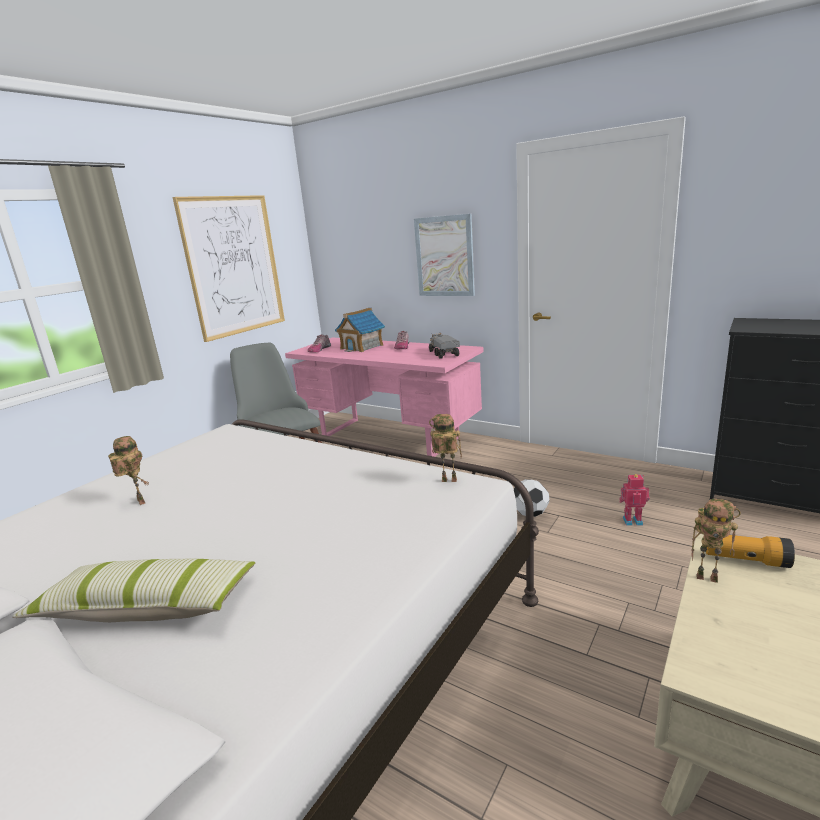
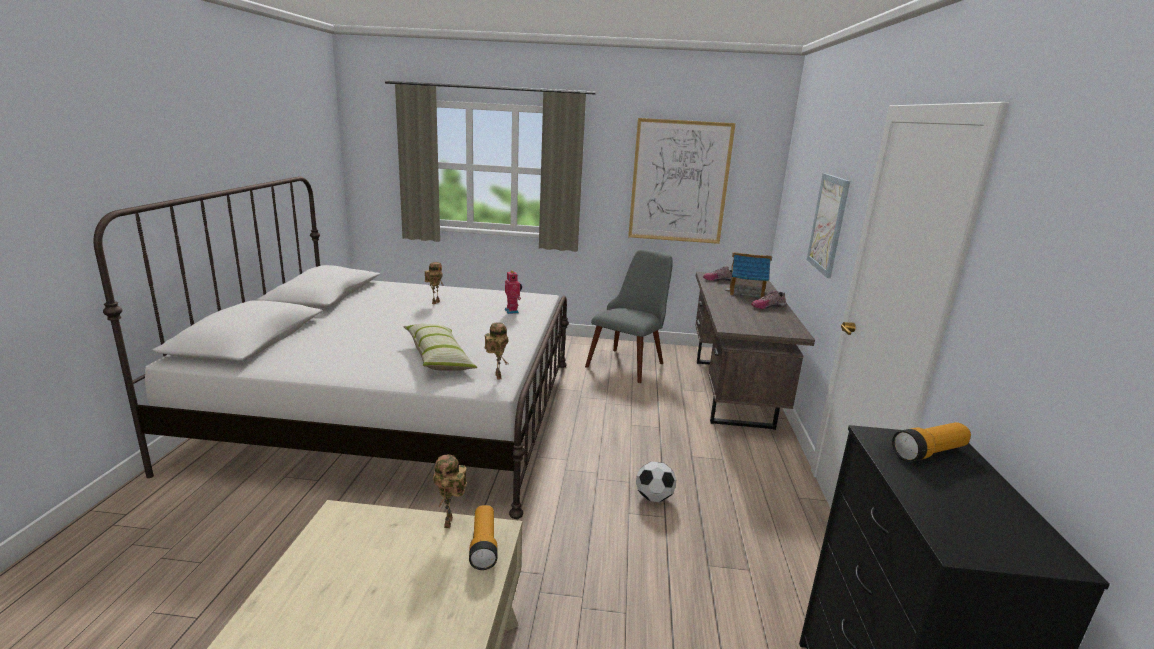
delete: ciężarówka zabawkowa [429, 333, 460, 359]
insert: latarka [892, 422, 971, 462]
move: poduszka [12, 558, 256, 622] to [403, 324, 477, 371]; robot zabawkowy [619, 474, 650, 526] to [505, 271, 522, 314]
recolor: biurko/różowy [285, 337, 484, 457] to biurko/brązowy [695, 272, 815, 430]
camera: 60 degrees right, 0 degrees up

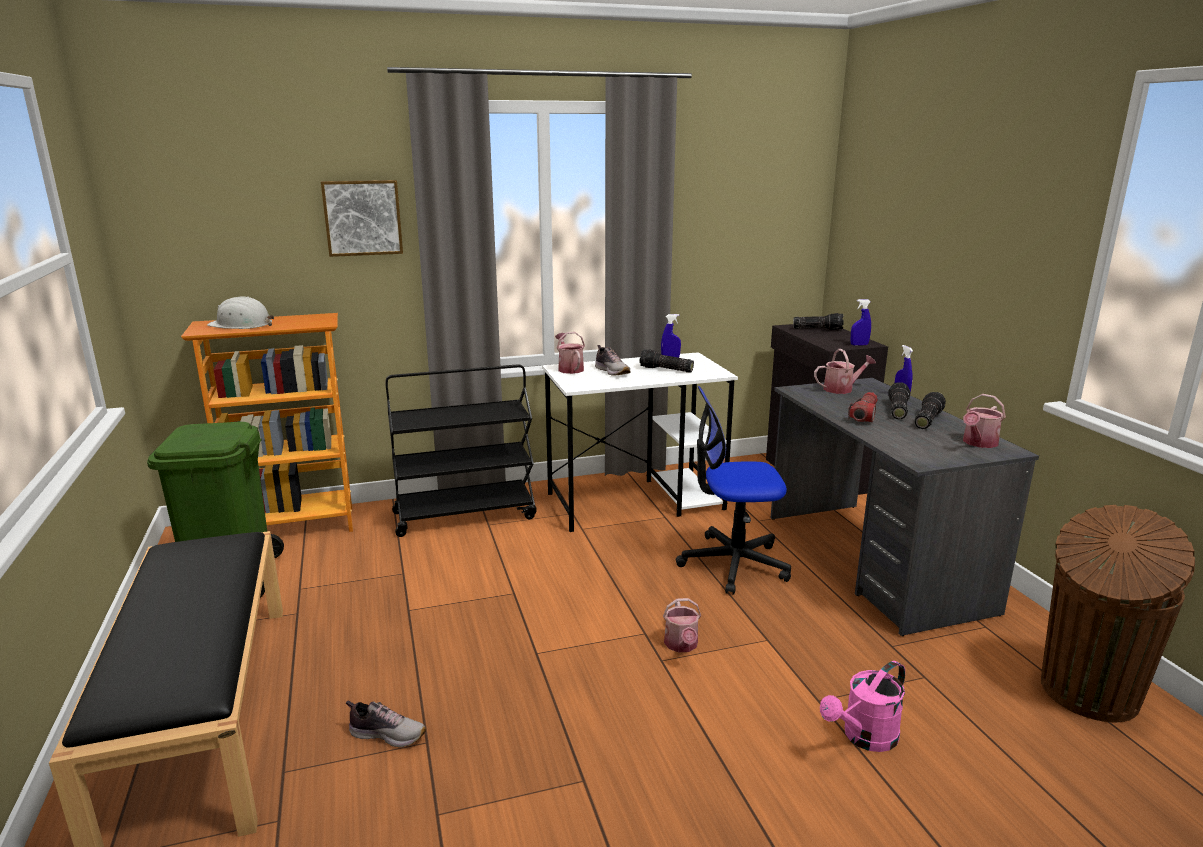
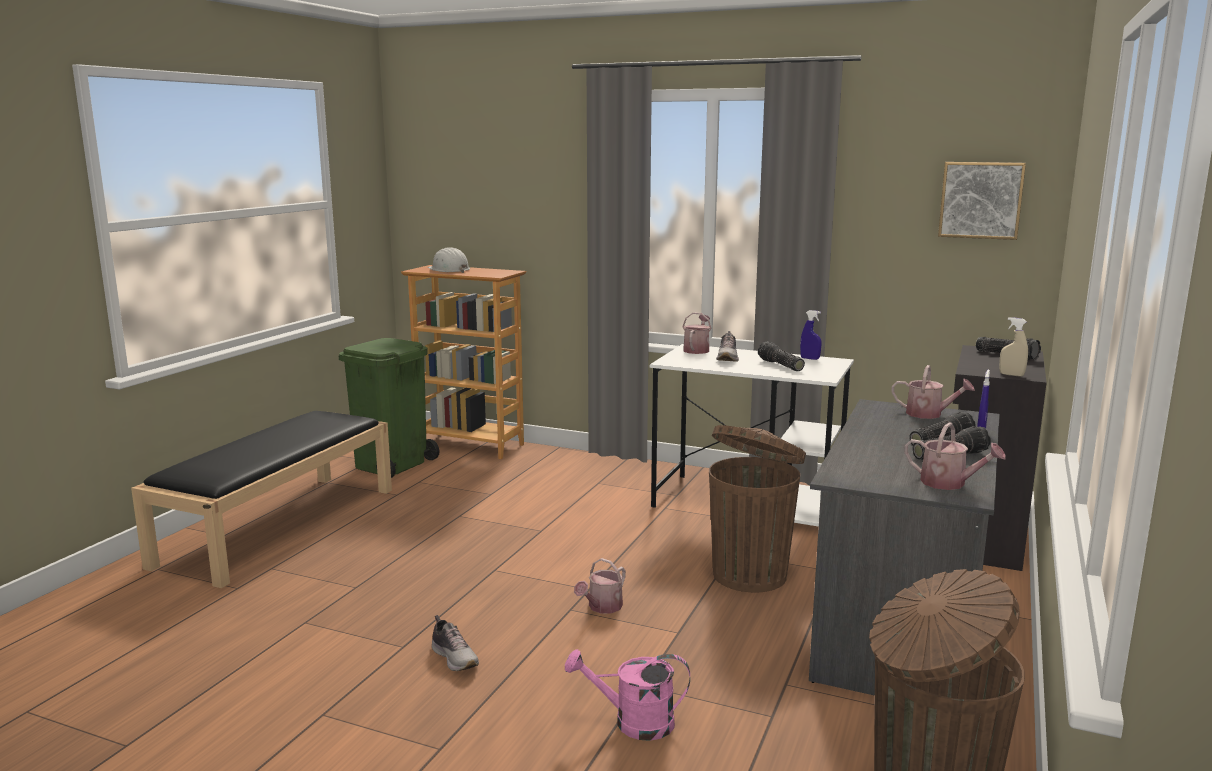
delete: wózek/czarny [385, 364, 537, 537]; latarka [848, 392, 878, 422]
move: but [346, 700, 426, 748] to [432, 615, 479, 671]; obraz [321, 180, 403, 257] to [938, 162, 1026, 240]
replace: krzesło biurowe [676, 386, 791, 595] to kosz na śmieci/brązowy [709, 425, 806, 593]
recolor: spryskiwacz/niebieski [851, 299, 871, 346] to spryskiwacz/beżowy [999, 317, 1028, 377]
rotate: konewka [963, 394, 1006, 448] = [904, 422, 1006, 490] 135 degrees counterclockwise
camera: 40 degrees right, 5 degrees down

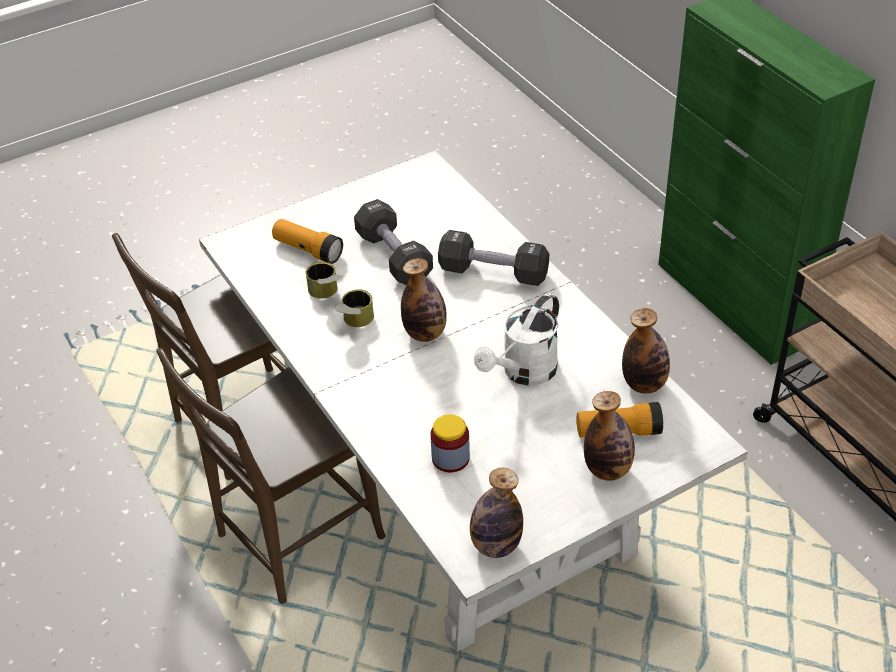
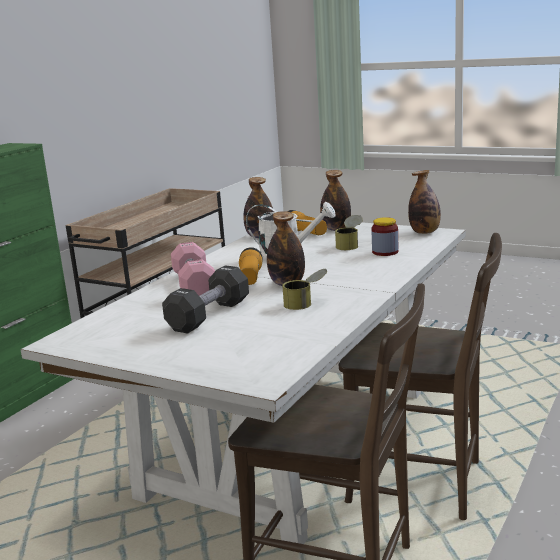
move: latarka [272, 219, 343, 264] to [239, 247, 263, 285]; puszka [306, 262, 343, 299] to [335, 215, 363, 250]
recolor: hantel/czarny [438, 230, 549, 286] to hantel/różowy [171, 242, 215, 296]
camera: 120 degrees left, 25 degrees down

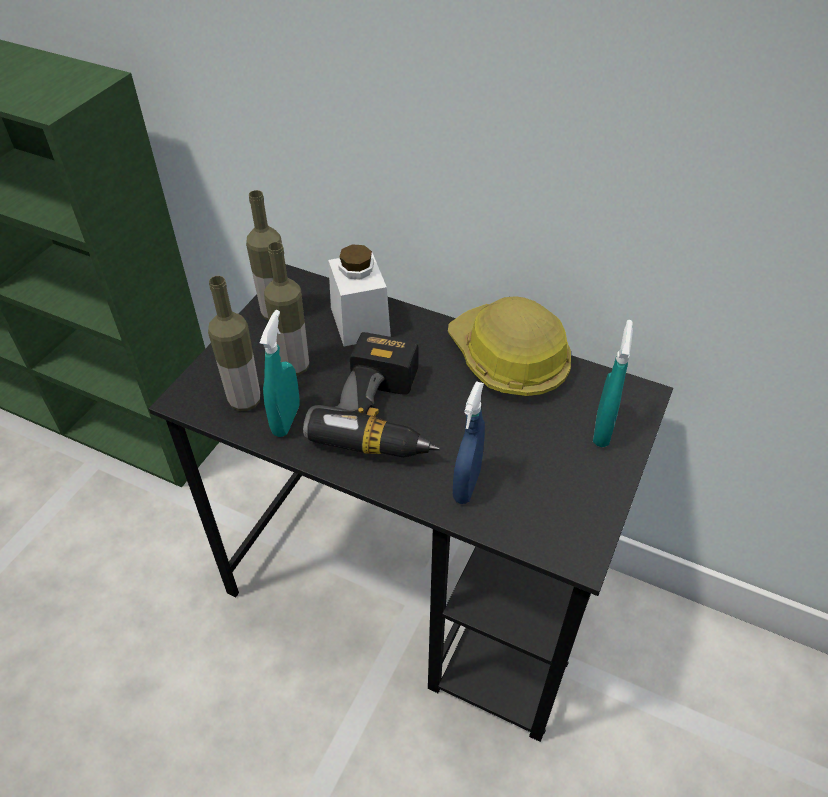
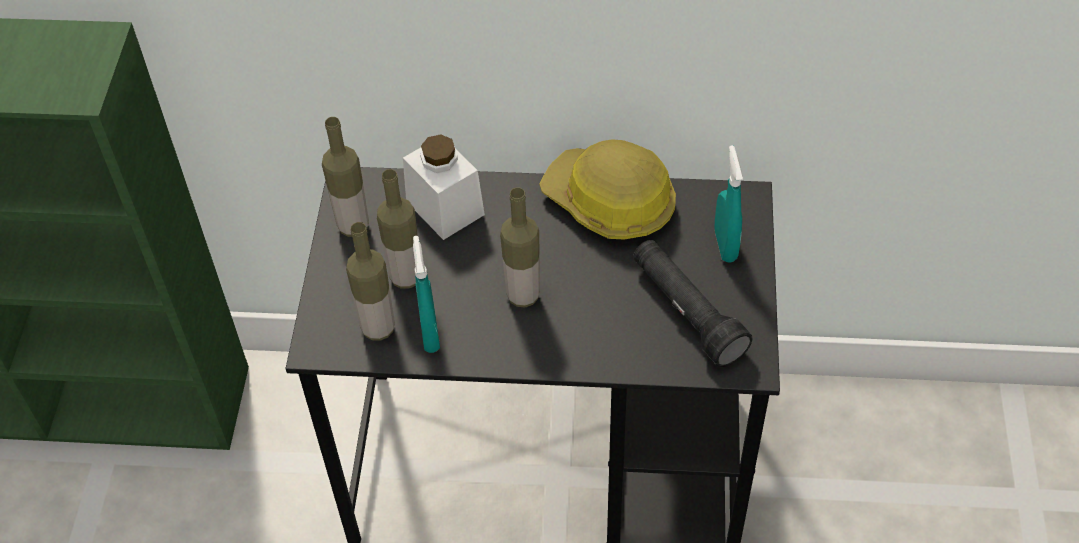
delete: spryskiwacz/niebieski [453, 381, 485, 504]
insert: latarka/czarny [633, 240, 753, 367]
replace: wiertarka [303, 332, 440, 457] to butelka [500, 187, 540, 308]
camera: 20 degrees left, 5 degrees up

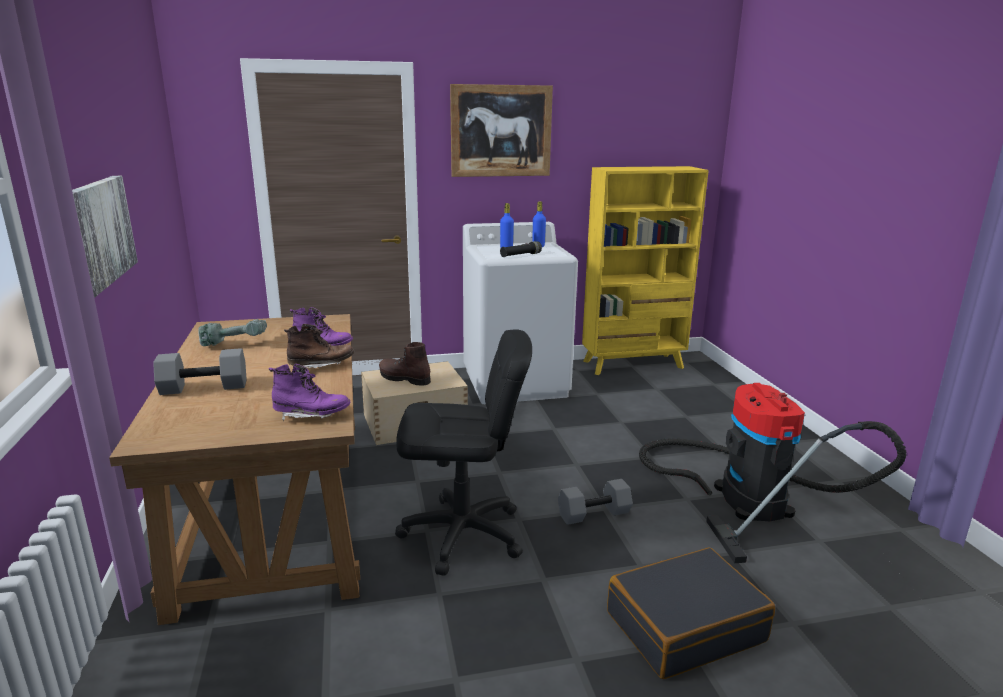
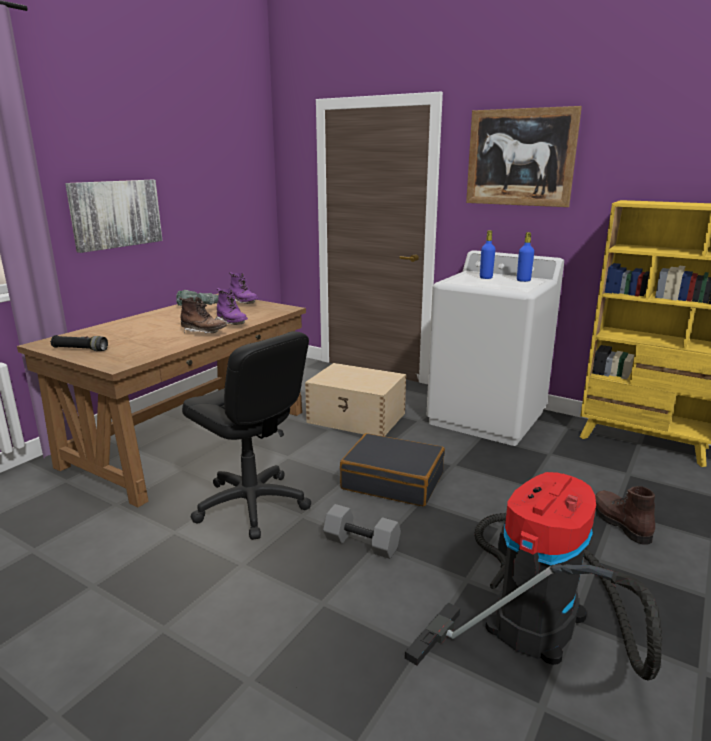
delete: hantel/szary [153, 348, 247, 395]
move: latarka/czarny [500, 241, 542, 257] to [50, 335, 108, 351]; but z cholewką/fioletowy [269, 364, 350, 421] to [229, 272, 258, 304]; walizka/czarny [607, 547, 775, 679] to [340, 433, 445, 506]; but z cholewką/brązowy [379, 342, 431, 386] to [595, 486, 655, 545]
camera: 45 degrees right, 0 degrees up

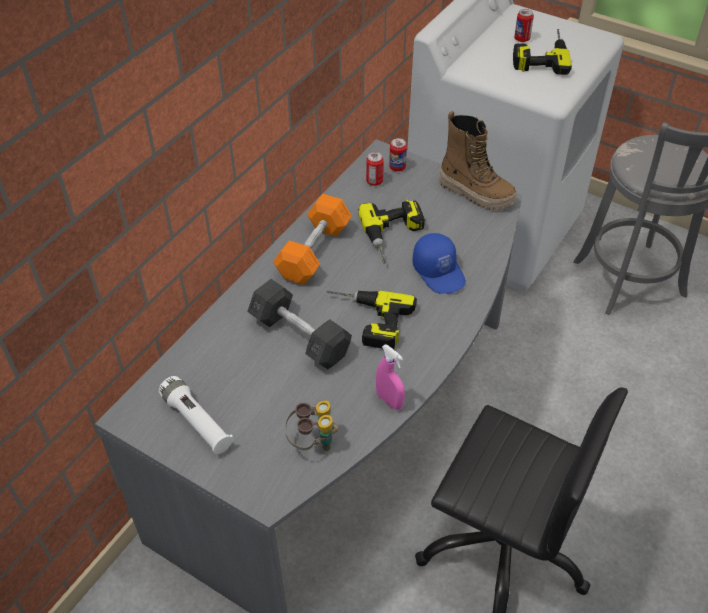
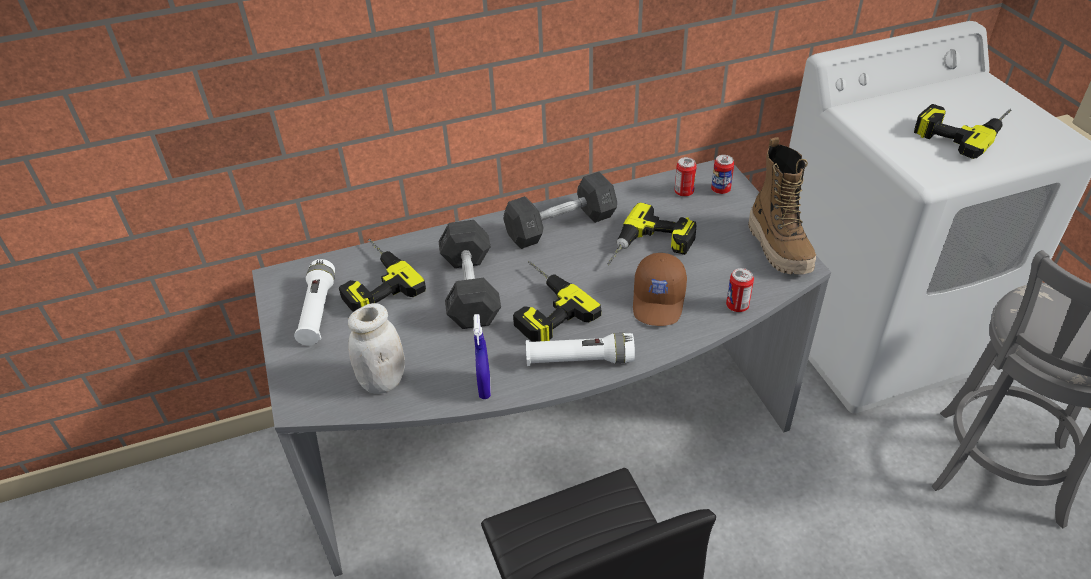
insert: wiertarka [339, 239, 426, 312]; latarka/biały [526, 333, 635, 366]
move: puszka [514, 9, 534, 42] to [726, 268, 754, 312]
replace: lornetka [285, 400, 338, 451] to słoik/biały [348, 303, 405, 394]
recolor: spryskiwacz/różowy [376, 344, 405, 410] to spryskiwacz/niebieski [473, 314, 491, 399]; hantel/pomarańczowy [273, 194, 352, 285] to hantel/szary [503, 172, 617, 249]; czapka z daszkiem/niebieski [413, 233, 466, 294] to czapka z daszkiem/brązowy [633, 253, 687, 326]
camera: 40 degrees right, 5 degrees down

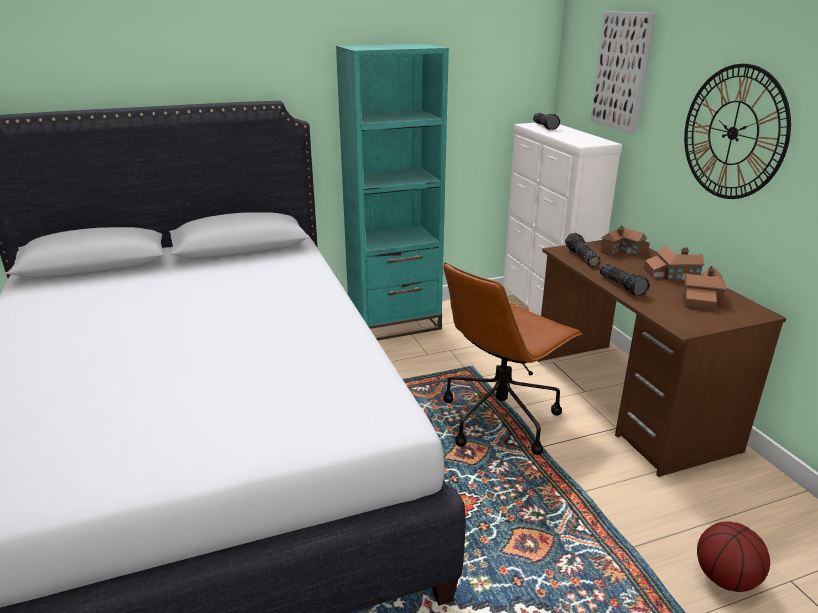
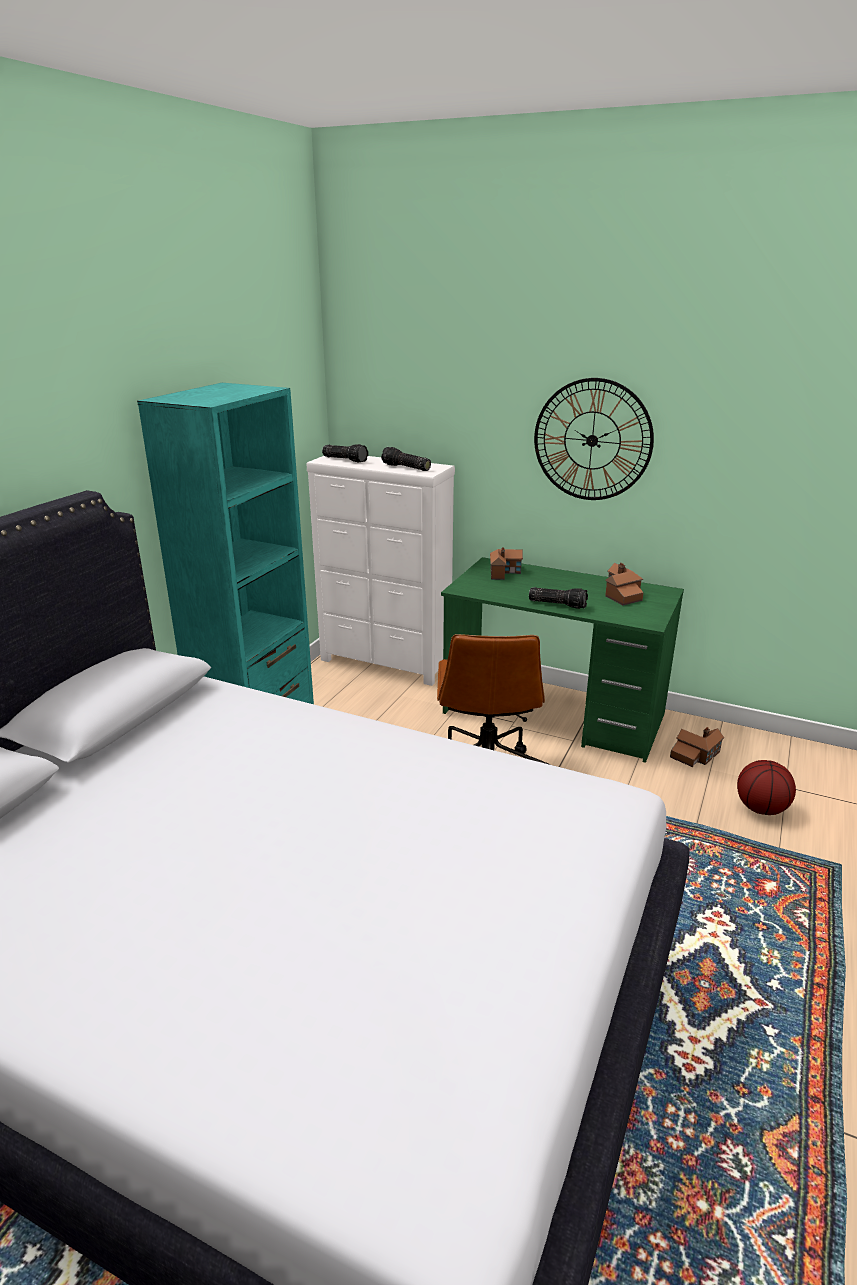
delete: obraz [591, 11, 655, 134]
move: latarka [565, 233, 600, 267] to [381, 447, 431, 471]; domek [644, 245, 705, 281] to [670, 727, 724, 767]
recolor: biurko/brązowy [538, 240, 787, 477] to biurko/zielony [441, 557, 684, 763]
camera: 45 degrees left, 0 degrees up

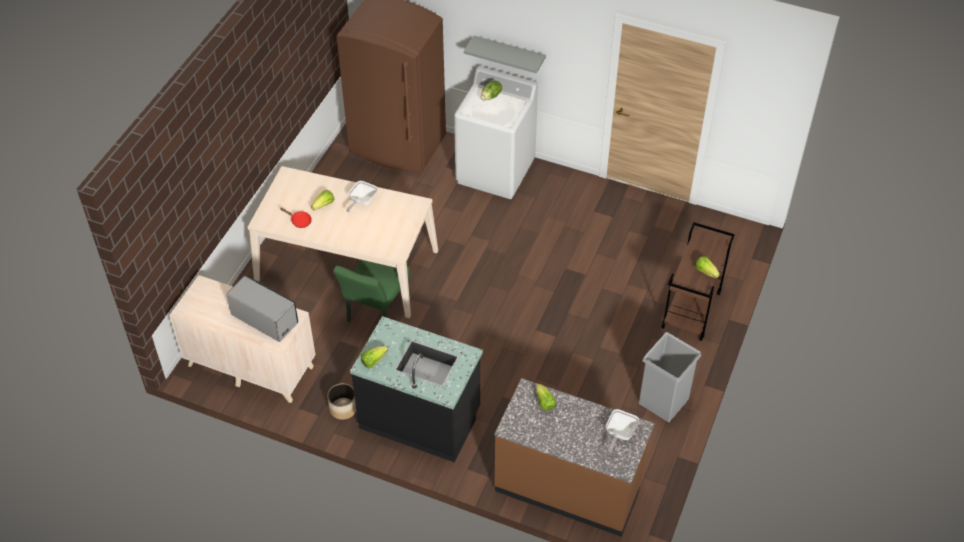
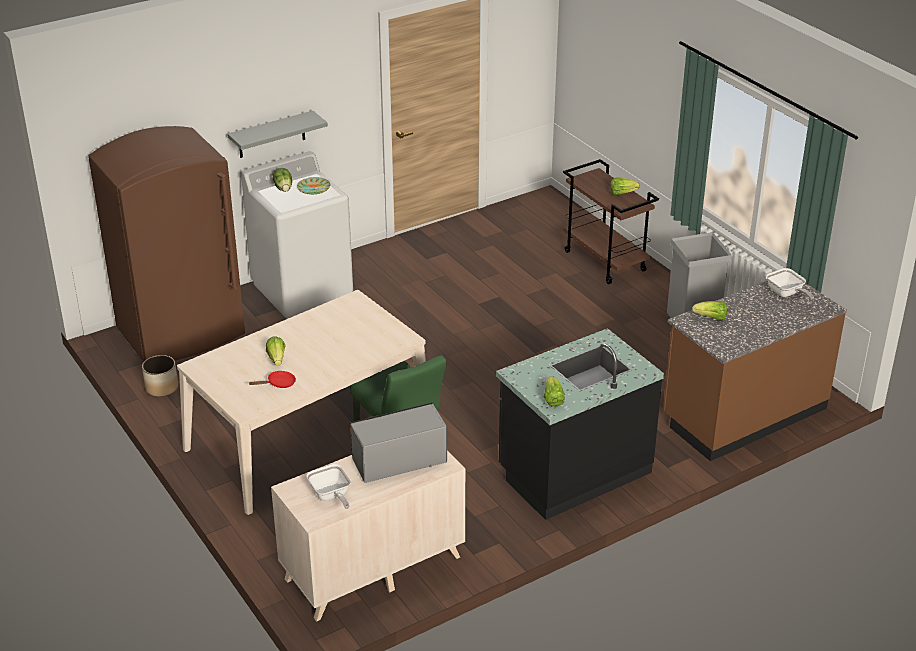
insert: talerz [297, 177, 330, 194]
move: donica [327, 384, 356, 420] to [142, 355, 178, 397]; patelnia [346, 181, 378, 212] to [306, 464, 351, 509]
camera: 55 degrees left, 15 degrees down

